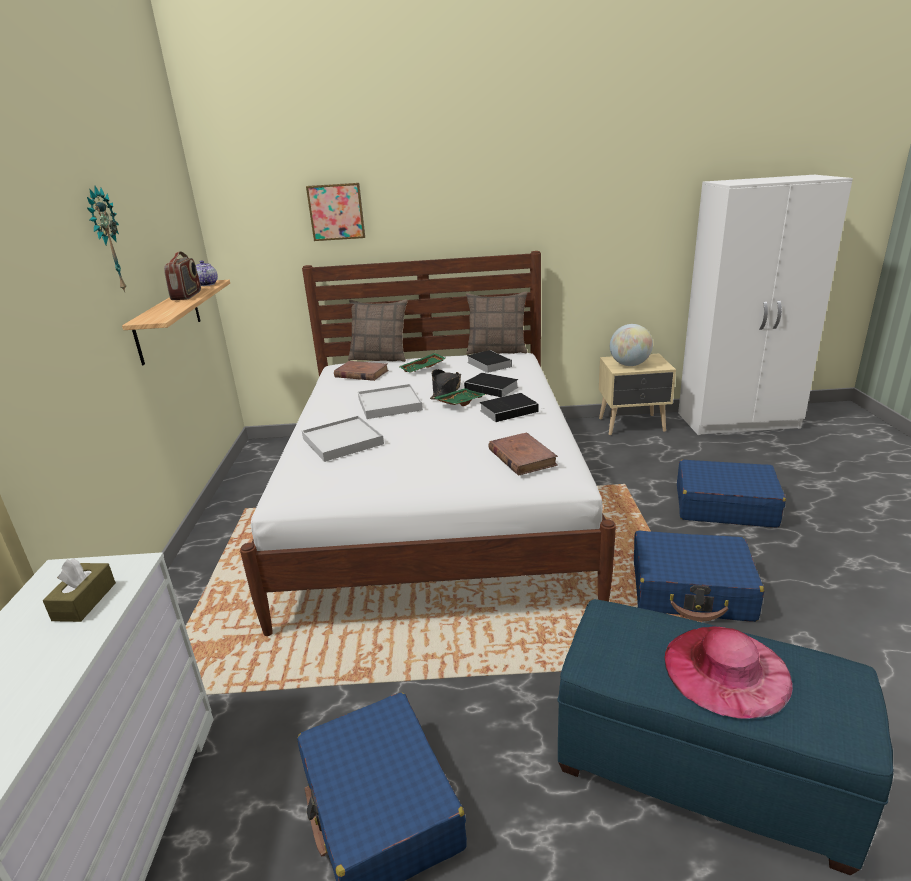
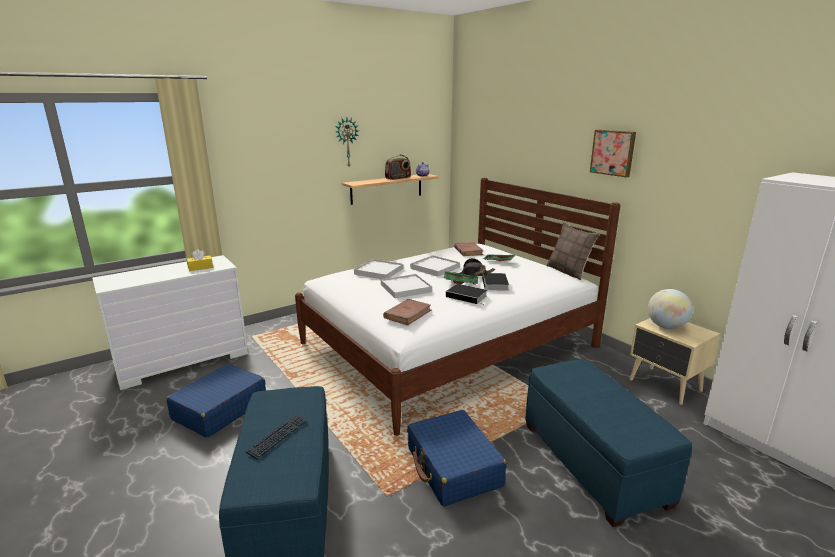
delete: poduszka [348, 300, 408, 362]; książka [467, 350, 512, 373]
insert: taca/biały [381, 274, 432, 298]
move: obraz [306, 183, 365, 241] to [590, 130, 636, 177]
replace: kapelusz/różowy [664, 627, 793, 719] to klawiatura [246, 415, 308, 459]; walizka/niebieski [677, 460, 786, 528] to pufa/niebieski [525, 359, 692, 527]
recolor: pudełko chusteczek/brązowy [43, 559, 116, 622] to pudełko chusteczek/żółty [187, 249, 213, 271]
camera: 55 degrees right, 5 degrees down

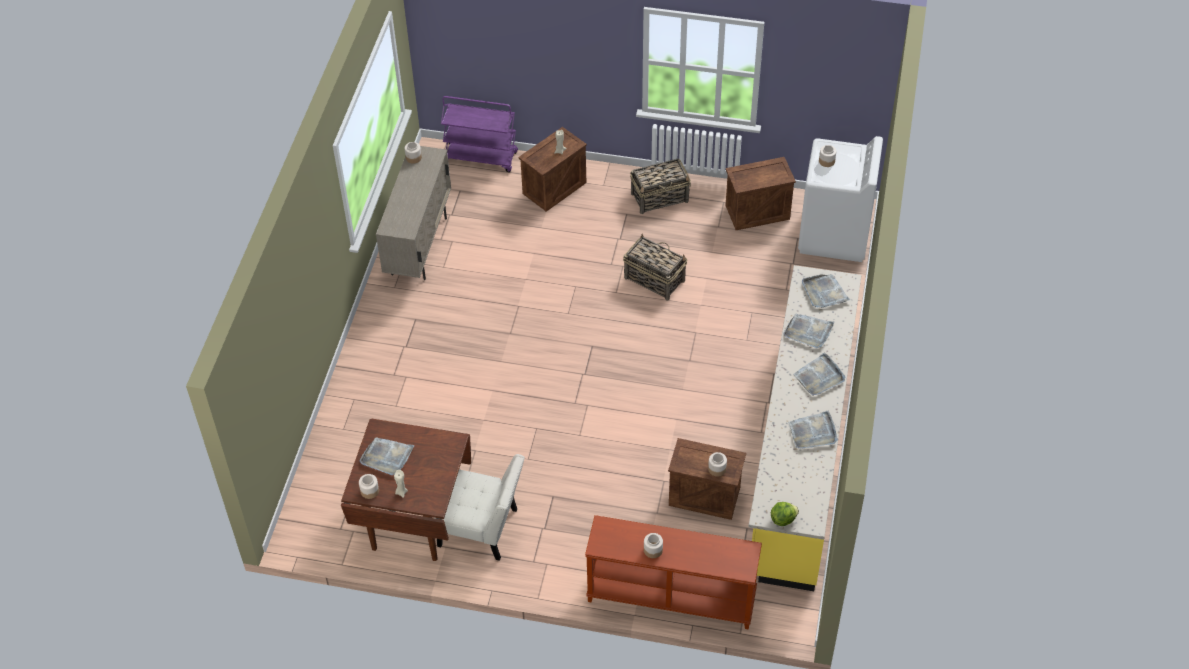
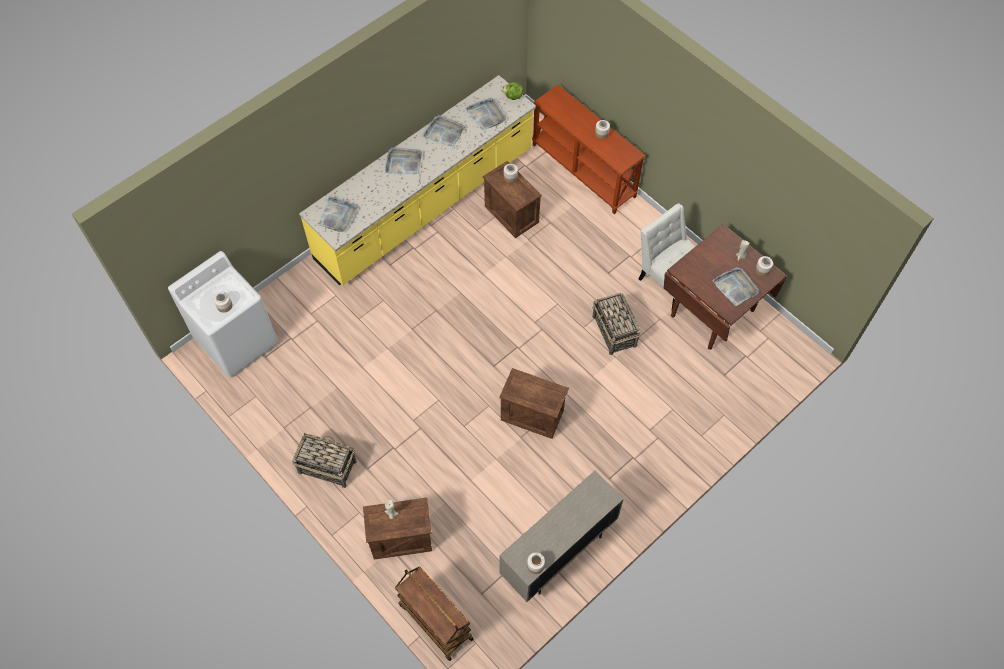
move: taca/szary [783, 314, 835, 348] to [465, 98, 506, 131]; skrzynka [725, 157, 796, 230] to [499, 368, 569, 439]; koszyk [623, 234, 687, 301] to [593, 293, 641, 355]
recolor: wózek/fioletowy [441, 96, 518, 172] to wózek/brązowy [395, 566, 474, 661]
camera: 145 degrees left, 10 degrees up

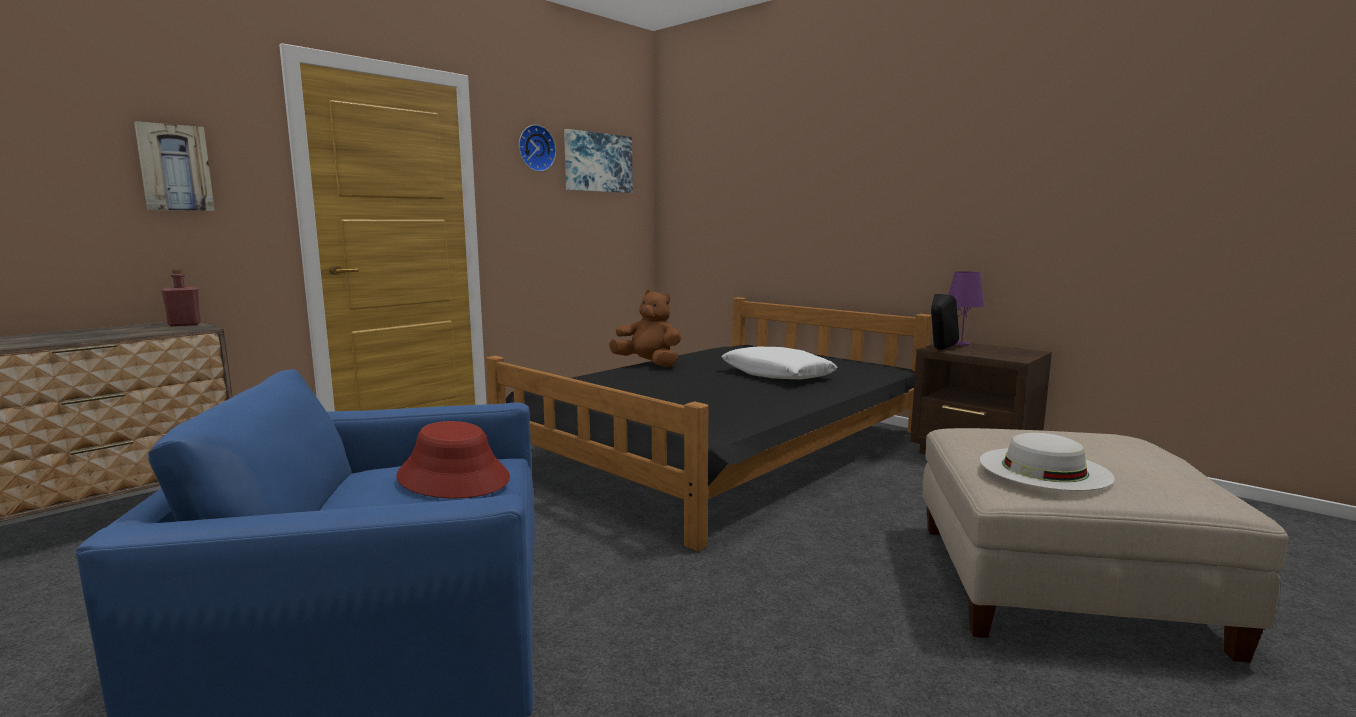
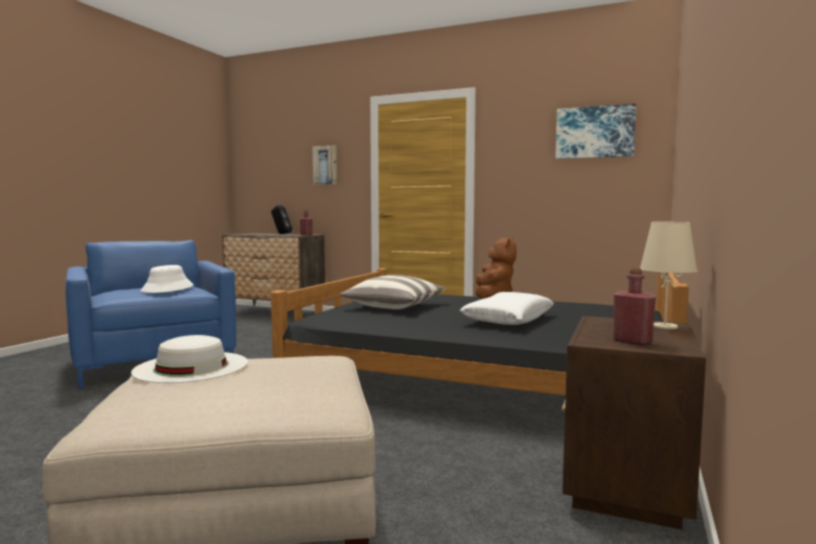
delete: zegar ścienny [519, 125, 556, 172]
insert: poduszka [339, 275, 446, 309]; butelka/czerwony [613, 268, 656, 345]
move: głośnik/czarny [931, 294, 959, 350] to [271, 205, 292, 234]
recolor: kapelusz/czerwony [396, 421, 510, 498] to kapelusz/biały [140, 265, 194, 293]; lampa stołowa/fioletowy [948, 271, 984, 345] to lampa stołowa/beżowy [640, 222, 698, 329]
camera: 70 degrees right, 5 degrees down

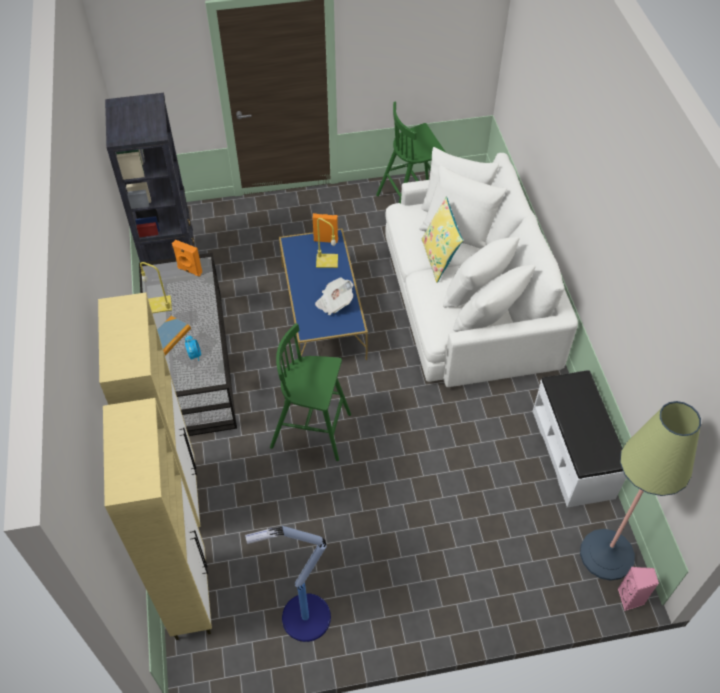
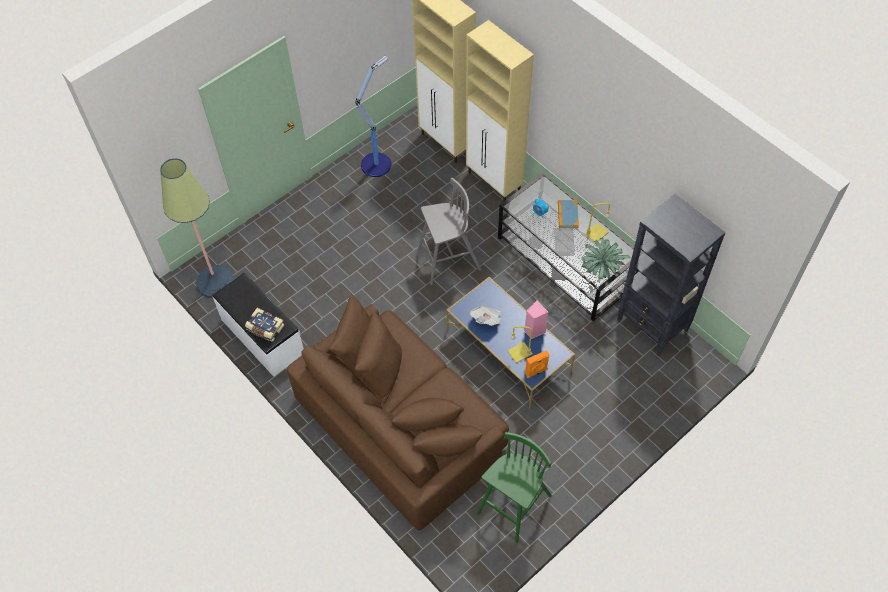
delete: poduszka/żółty [422, 197, 463, 282]
insert: książka [245, 308, 285, 342]
move: głośnik/różowy [618, 567, 659, 611] to [524, 300, 548, 339]
replace: głośnik/pomarańczowy [172, 240, 202, 276] to roślina doniczkowa [581, 237, 631, 280]
recolor: kanapa/biały [385, 147, 578, 387] to kanapa/brązowy [287, 294, 509, 530]; stołek/zielony [270, 323, 351, 461] to stołek/szary [417, 178, 481, 285]
camera: 150 degrees right, 5 degrees up

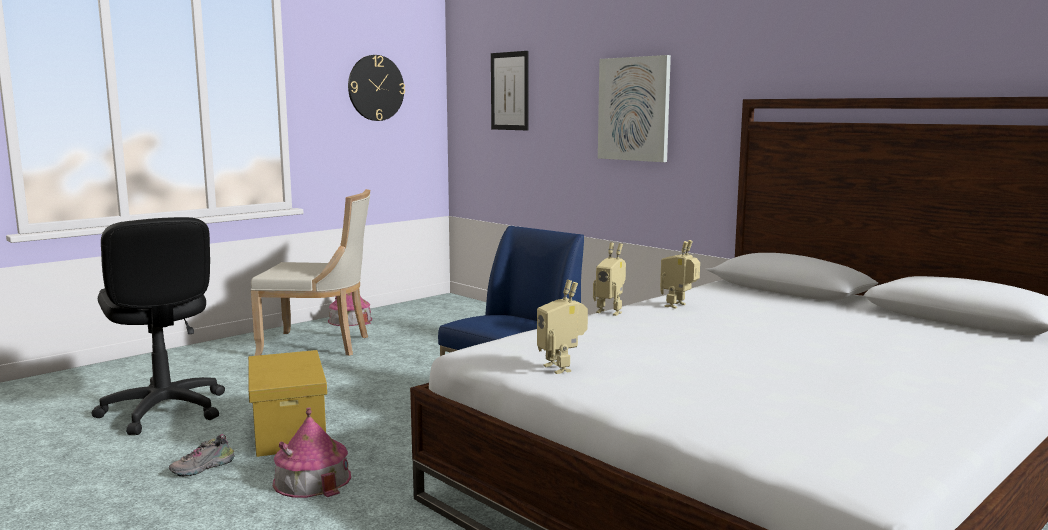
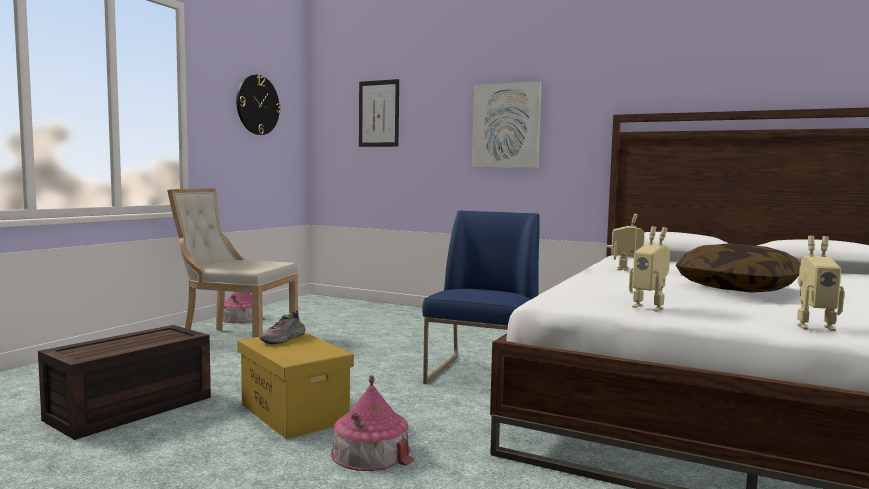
insert: poduszka [676, 243, 800, 293]
move: but [169, 434, 235, 477] to [260, 310, 305, 345]; robot zabawkowy [593, 242, 626, 316] to [797, 236, 845, 331]
replace: krzesło biurowe/czarny [91, 217, 225, 435] to pojemnik do przechowywania/brązowy [38, 325, 211, 440]
rotate: krzesło/beżowy [250, 189, 370, 356] = [167, 188, 298, 338] 150 degrees counterclockwise
camera: 20 degrees left, 5 degrees down

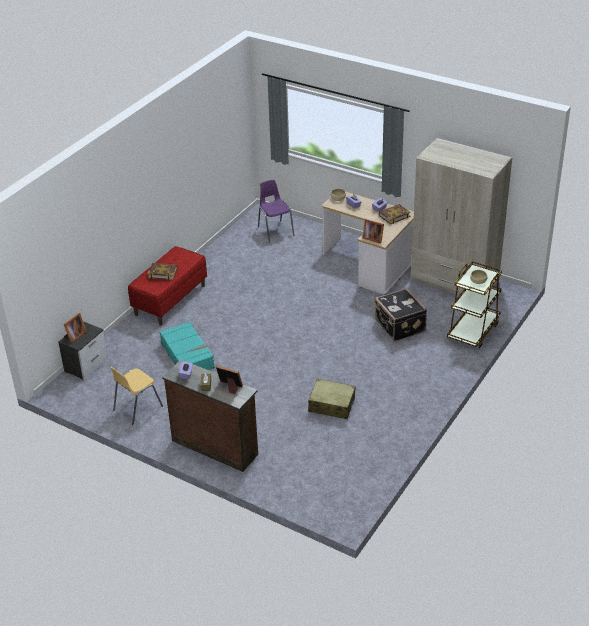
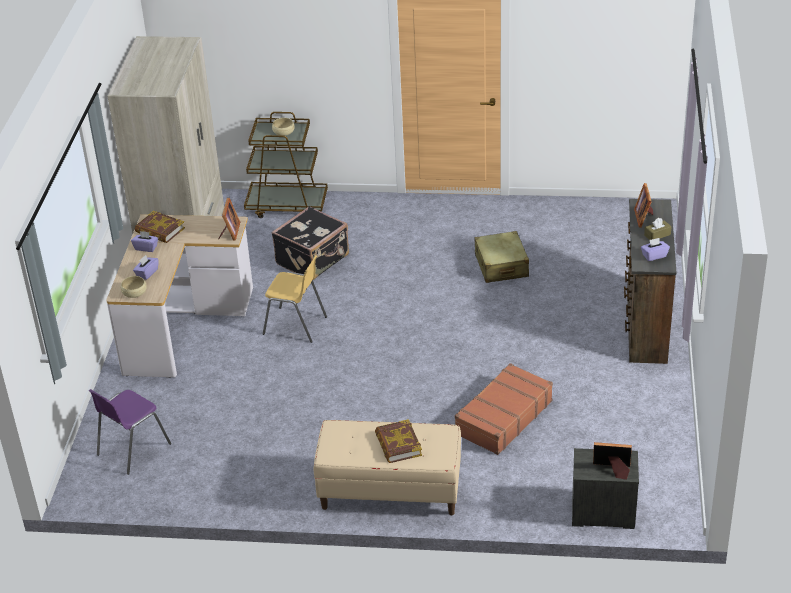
move: krzesło/żółty [110, 367, 163, 425] to [263, 255, 327, 343]
recolor: ławka/czerwony [128, 246, 207, 325] to ławka/beżowy [314, 420, 461, 515]; walizka/turkusowy [159, 322, 215, 370] to walizka/brązowy [455, 363, 553, 455]
camera: 115 degrees left, 0 degrees up

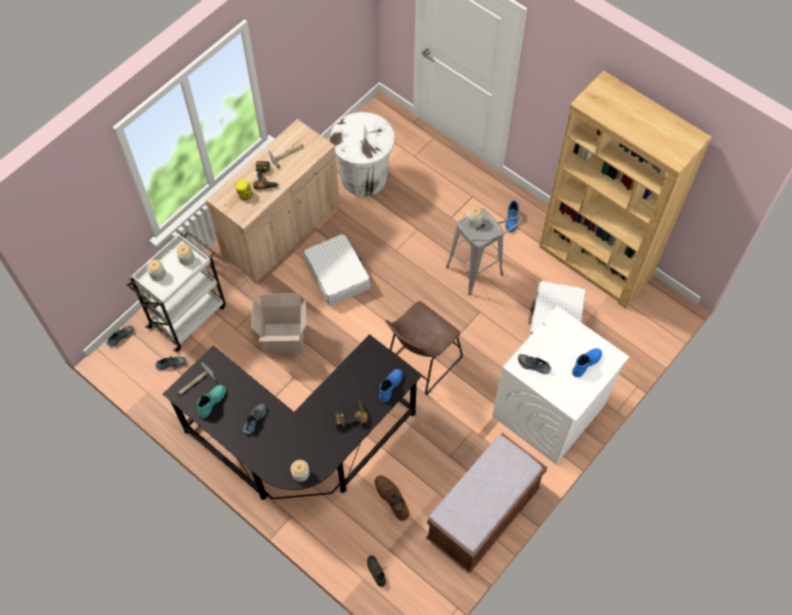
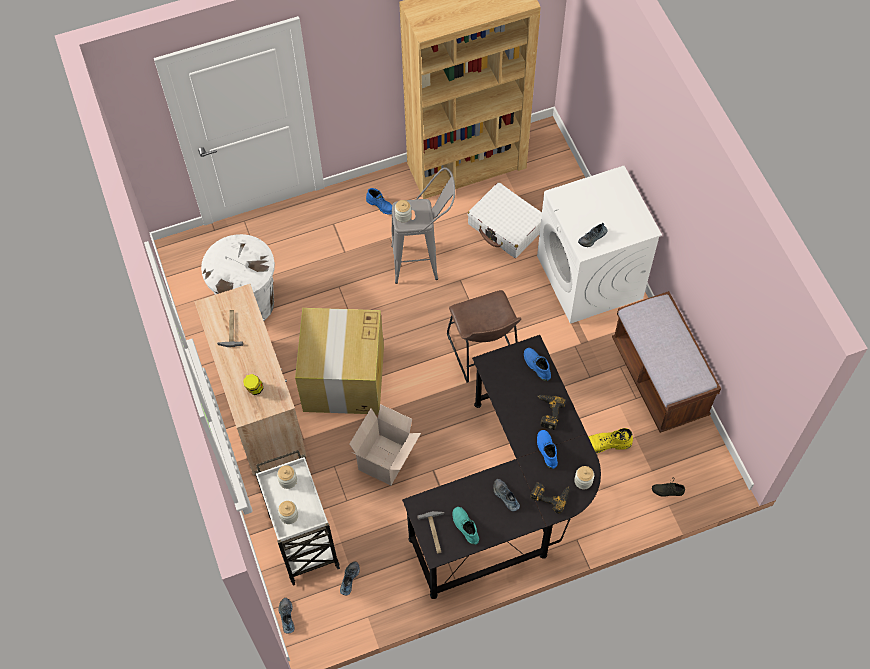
move: wiertarka [253, 161, 279, 190] to [530, 482, 570, 514]; but z cholewką/niebieski [572, 348, 602, 377] to [537, 430, 558, 469]
replace: walizka/biały [303, 233, 371, 306] to karton [295, 308, 384, 414]
recolor: but z cholewką/brązowy [375, 475, 409, 521] to but z cholewką/żółty [588, 428, 633, 453]
camera: 60 degrees left, 0 degrees up

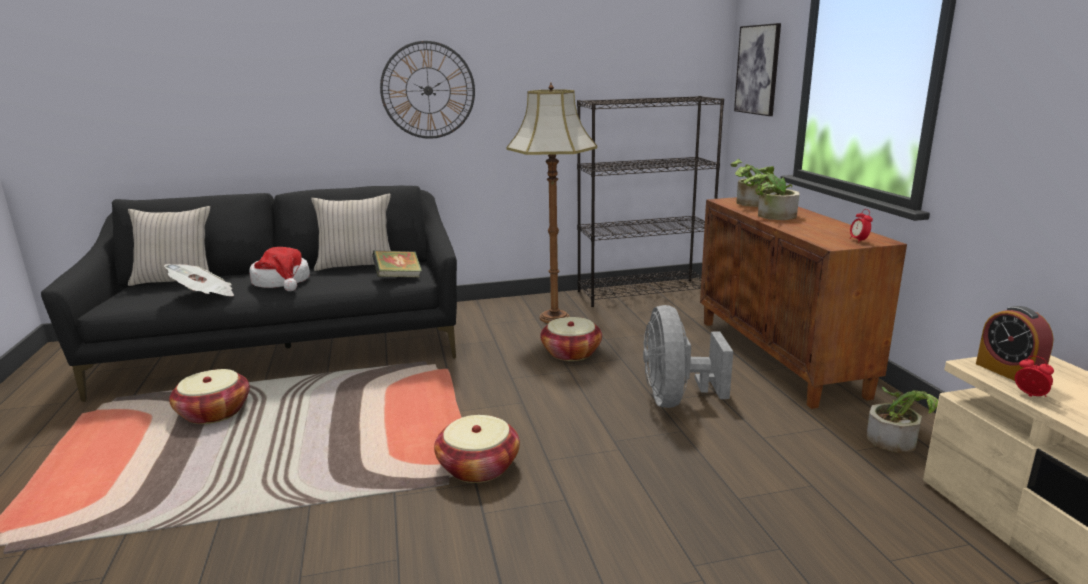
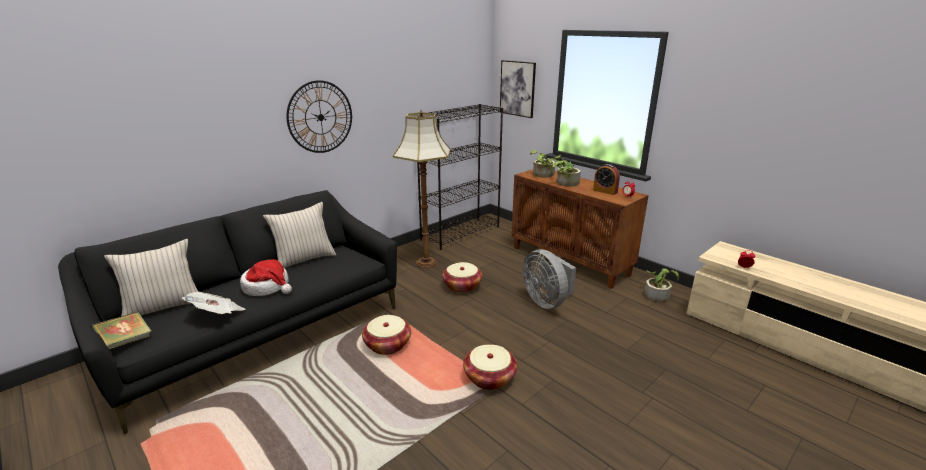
move: książka [372, 250, 422, 278] to [91, 312, 151, 350]; koszyk [169, 369, 250, 424] to [362, 315, 411, 355]; budzik [976, 306, 1054, 381] to [593, 164, 620, 195]
camera: 30 degrees left, 5 degrees up

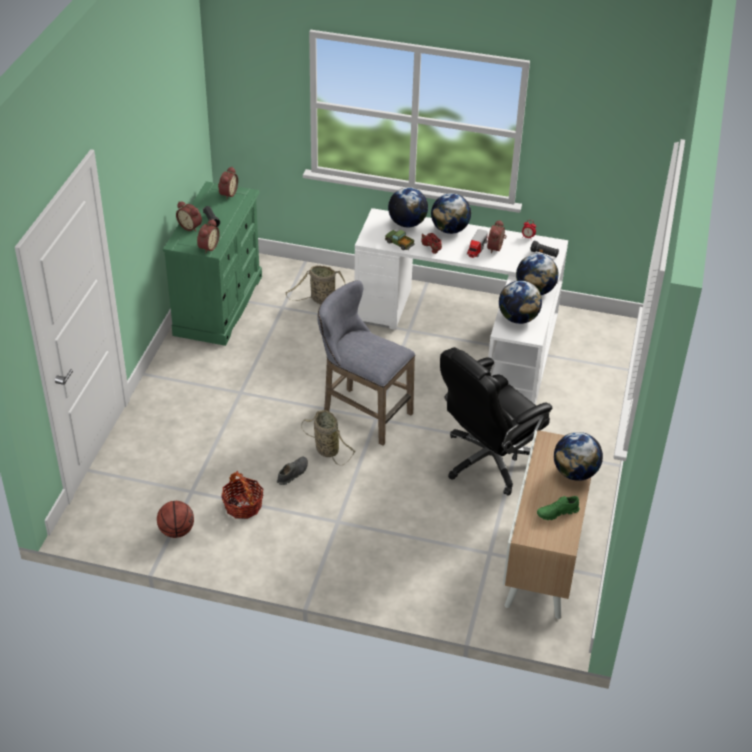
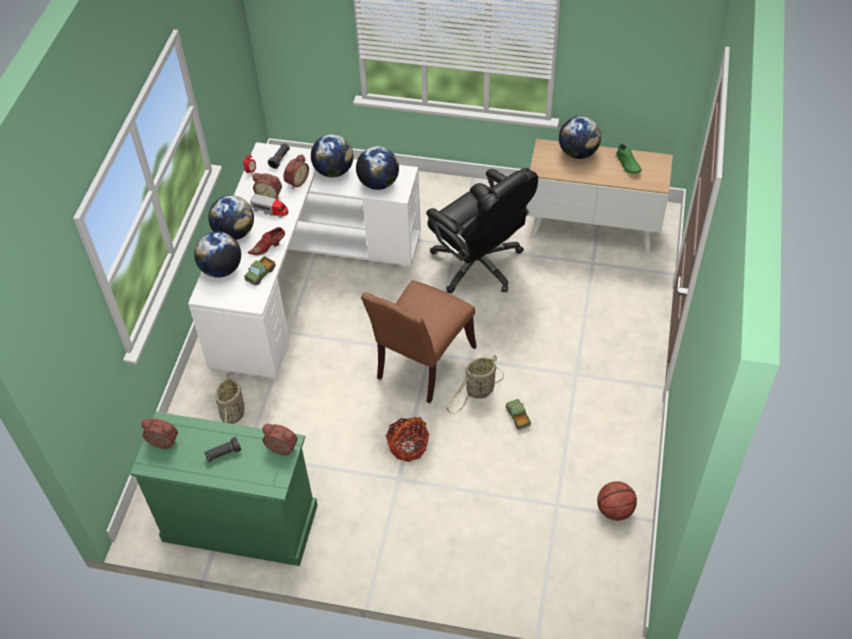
move: budzik [176, 201, 202, 231] to [284, 154, 309, 189]; koszyk [221, 471, 264, 519] to [386, 417, 429, 462]
replace: stołek/szary [317, 280, 415, 445] to krzesło/brązowy [361, 280, 477, 403]; but/szary [277, 456, 308, 485] to ciężarówka zabawkowa [506, 399, 531, 430]
camera: 90 degrees left, 10 degrees up

